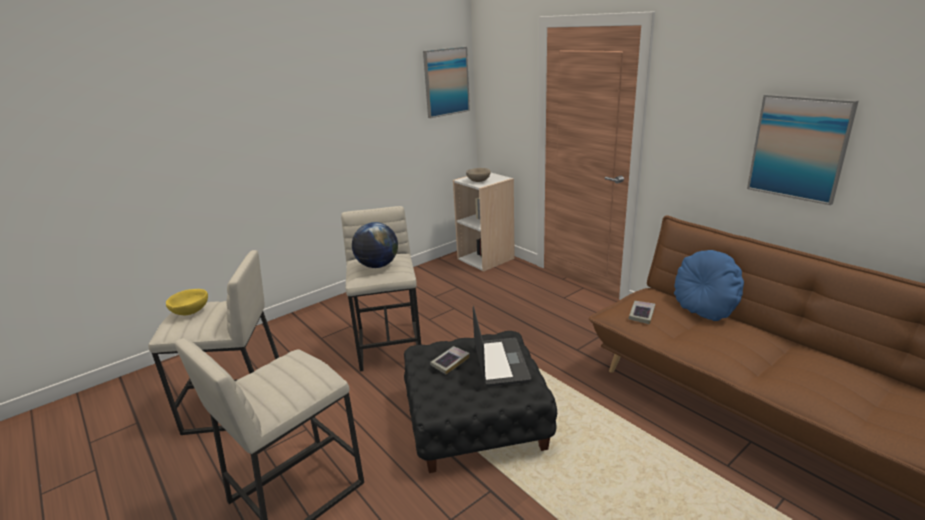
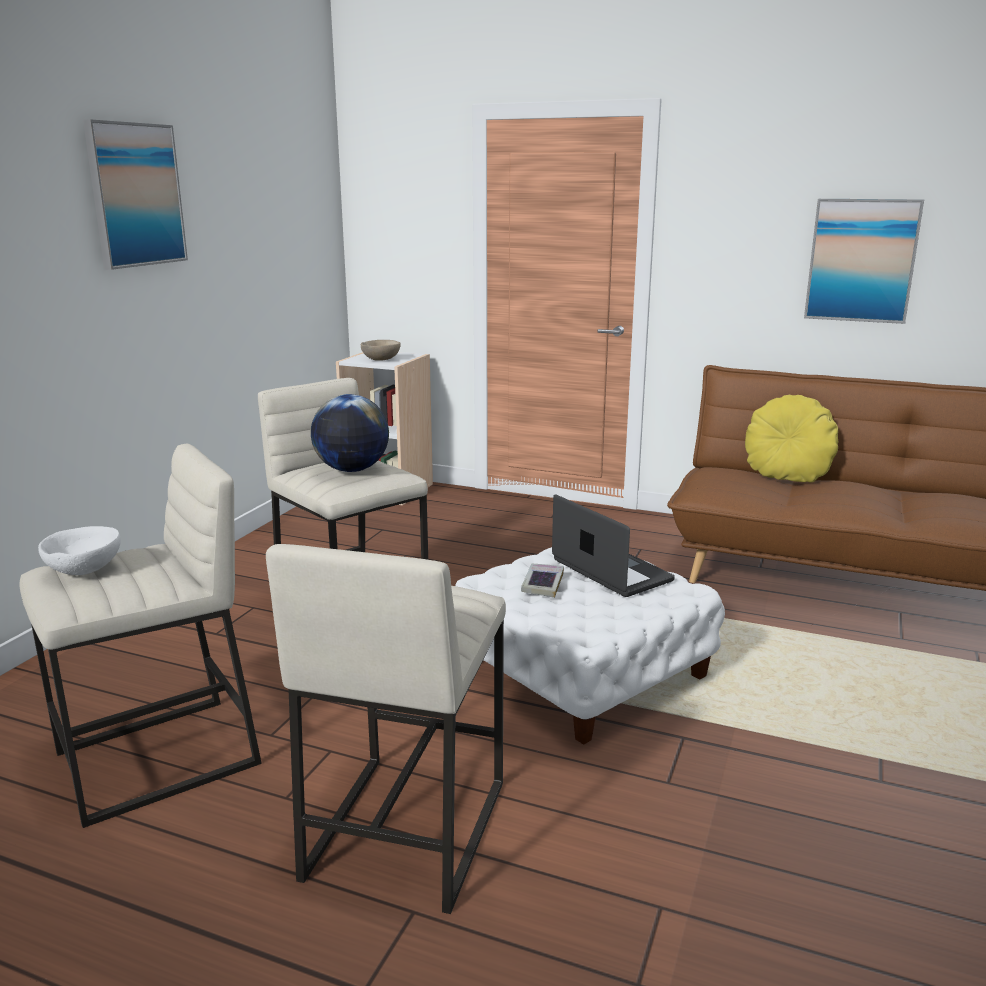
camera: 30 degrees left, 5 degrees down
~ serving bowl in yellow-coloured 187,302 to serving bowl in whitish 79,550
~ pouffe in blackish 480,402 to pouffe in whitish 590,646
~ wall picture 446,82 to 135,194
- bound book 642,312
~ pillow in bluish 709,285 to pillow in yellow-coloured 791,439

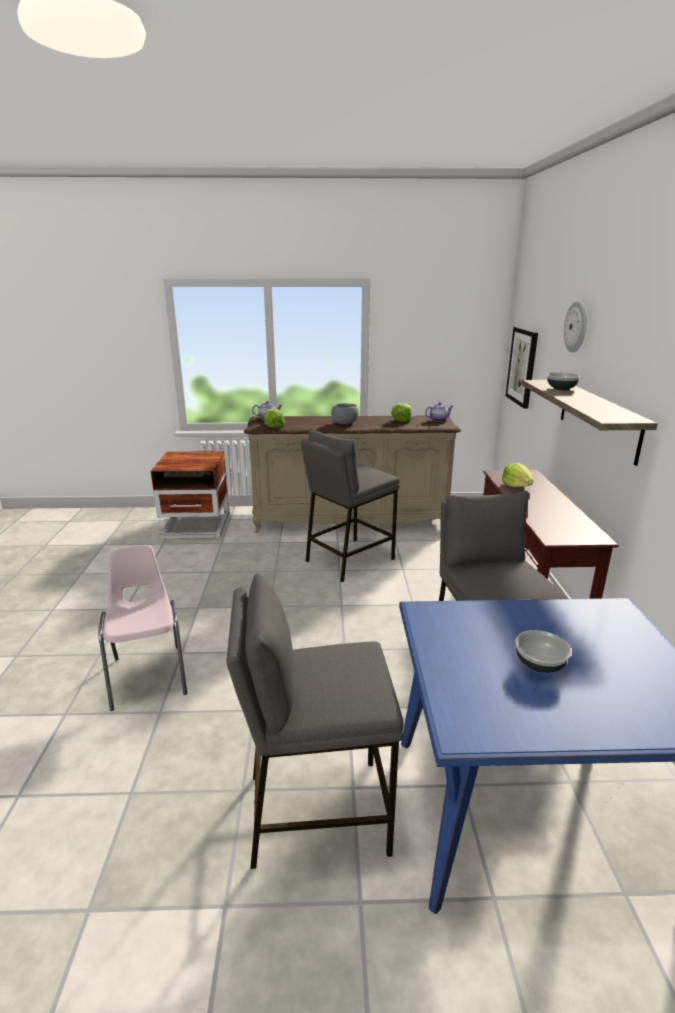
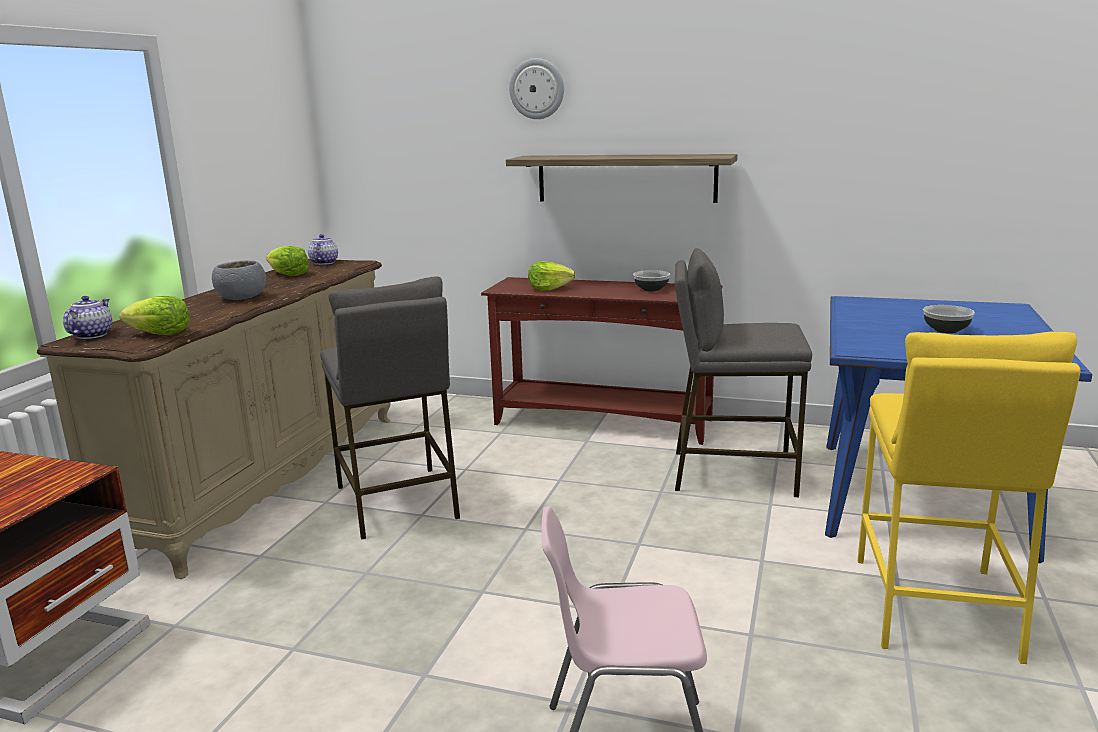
camera: 70 degrees left, 5 degrees down
~ sitting stool in greyish 315,721 to sitting stool in yellow-coloured 969,498
- wall picture 522,368
~ serving bowl 563,381 to 651,280

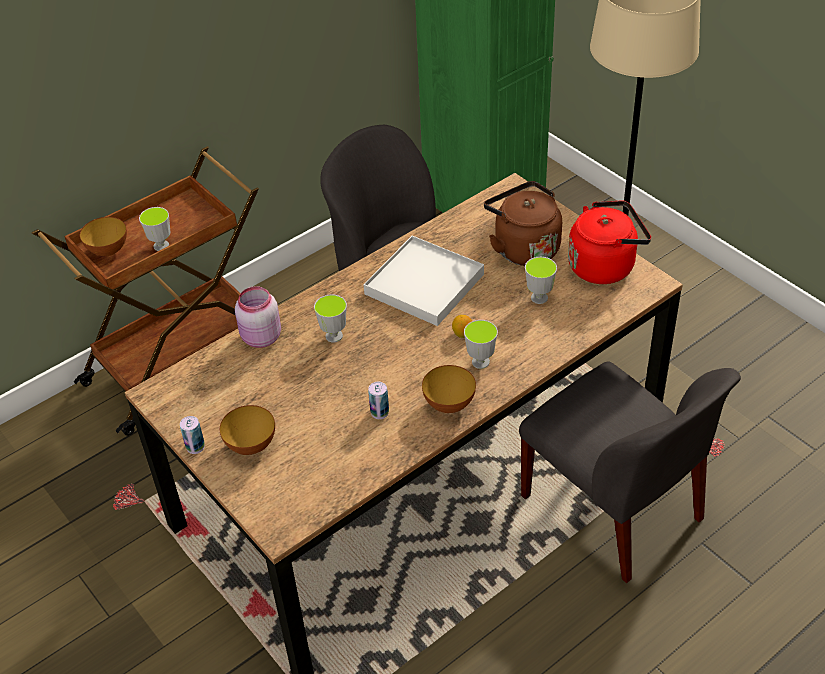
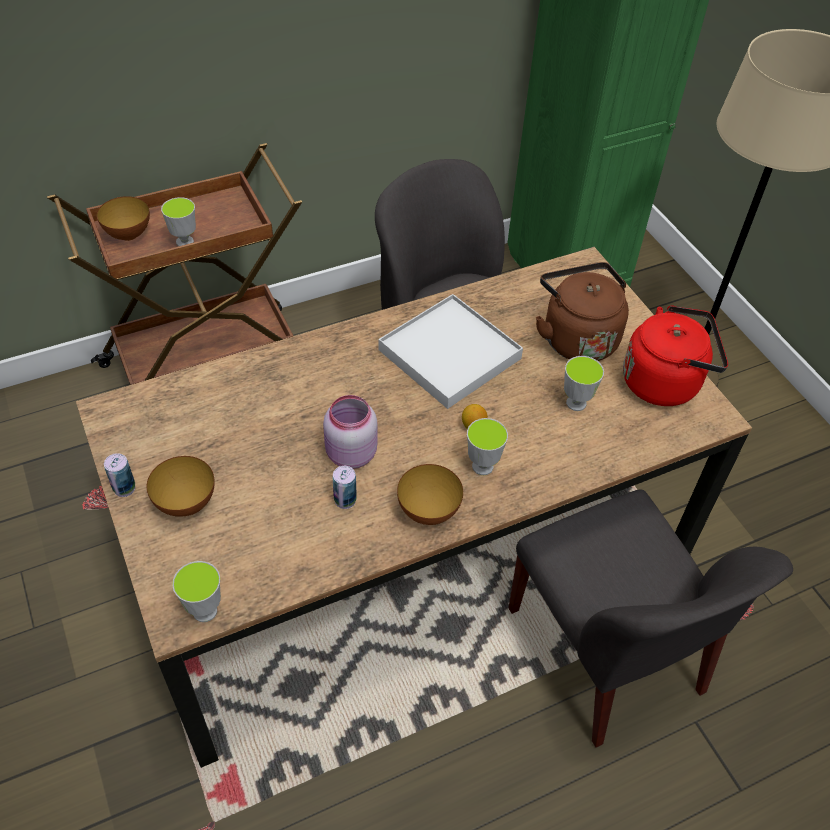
camera: 10 degrees right, 5 degrees up
~ jar in pinkish 258,317 to 350,432
~ cup 330,318 to 196,591

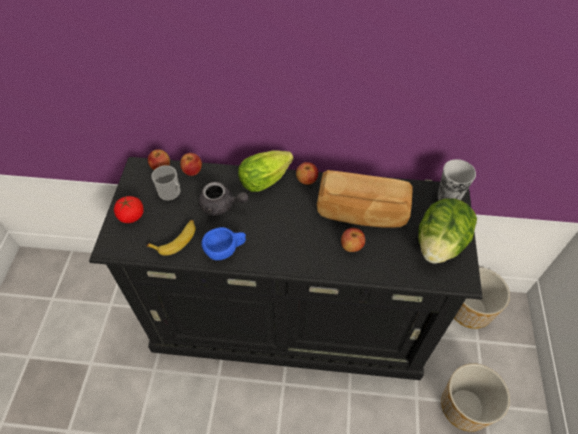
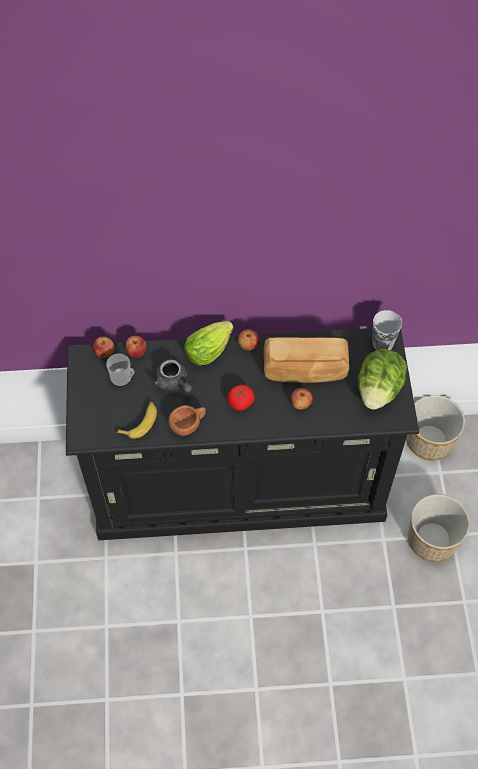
camera: 10 degrees left, 5 degrees up
~ whole tomato 129,209 to 241,398
~ tea pot in greyish 224,199 = 173,376 45 degrees clockwise
~ cup in bluish 223,243 to cup in brown-coloured 187,420

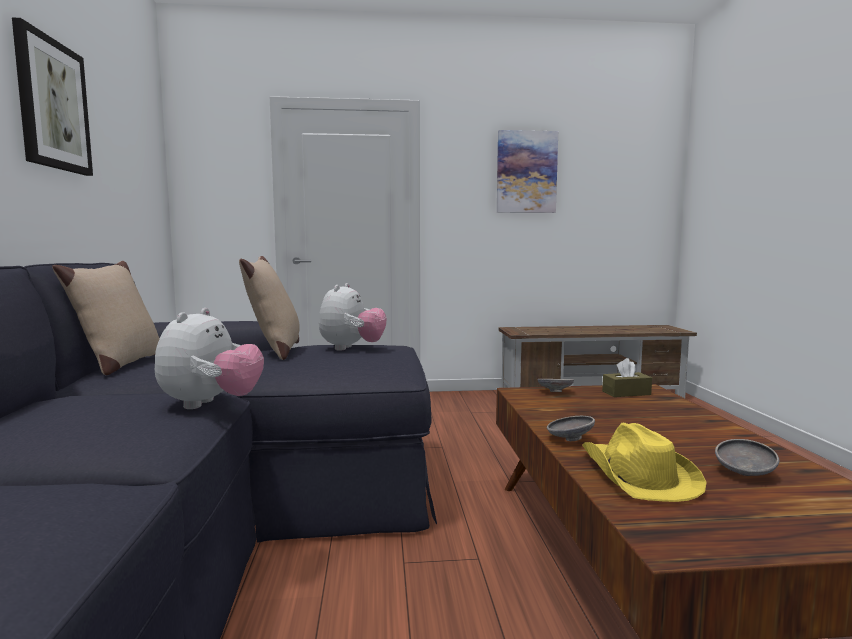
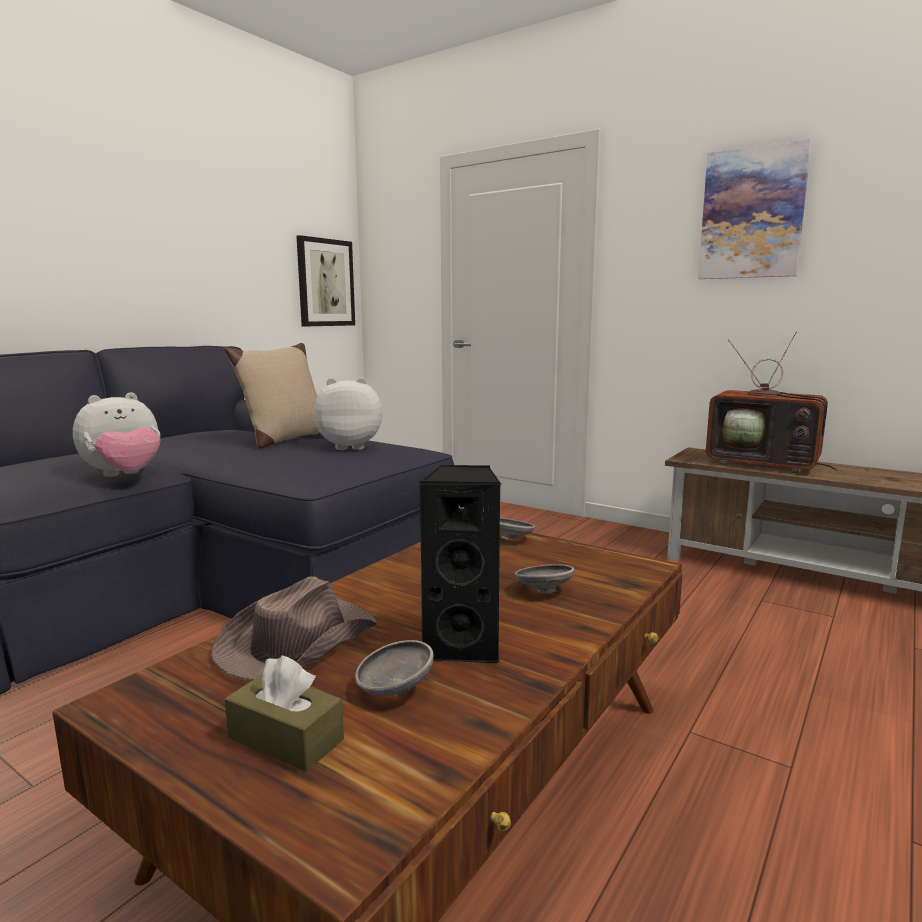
camera: 40 degrees right, 5 degrees up
~ wall picture 52,97 to 325,280
- pillow in beige 106,318
~ soft toy 353,317 = 348,413 150 degrees counterclockwise
~ serving bowl in greyish 571,428 to 544,578
~ clothing hat in yellow-coloured 644,462 to clothing hat in brown-coloured 294,628
~ tissue box in brown-coloured 627,377 to 284,714
+ speaker in blackish 460,564
+ TV set 774,402

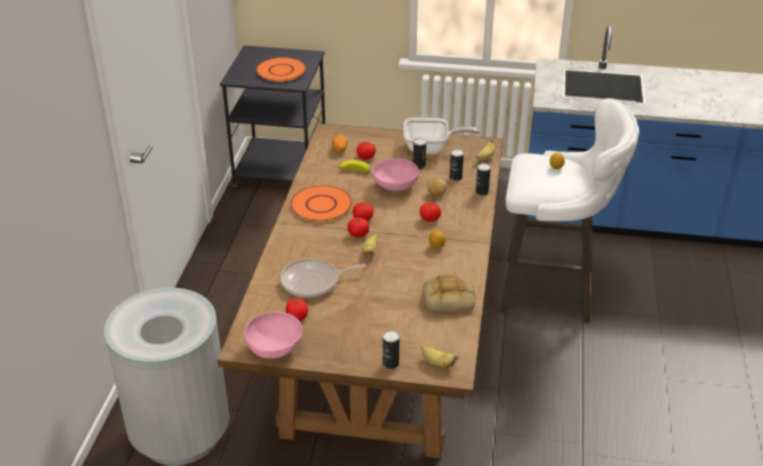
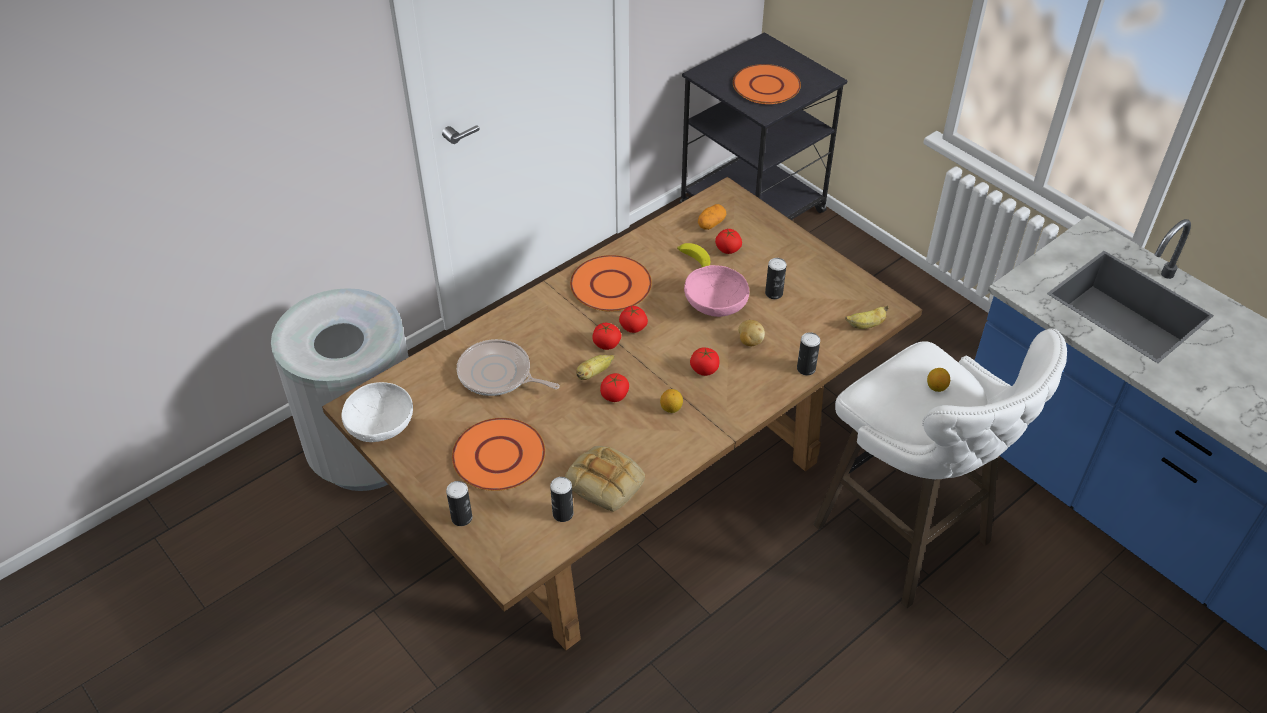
camera: 40 degrees right, 10 degrees up
~ serving bowl in pinkish 274,335 to serving bowl in whitish 377,412
~ whole tomato 297,309 to 614,387
- skillet 442,136
- banana 439,357
~ sealed can 457,165 to 562,499
+ plate in orange 498,454

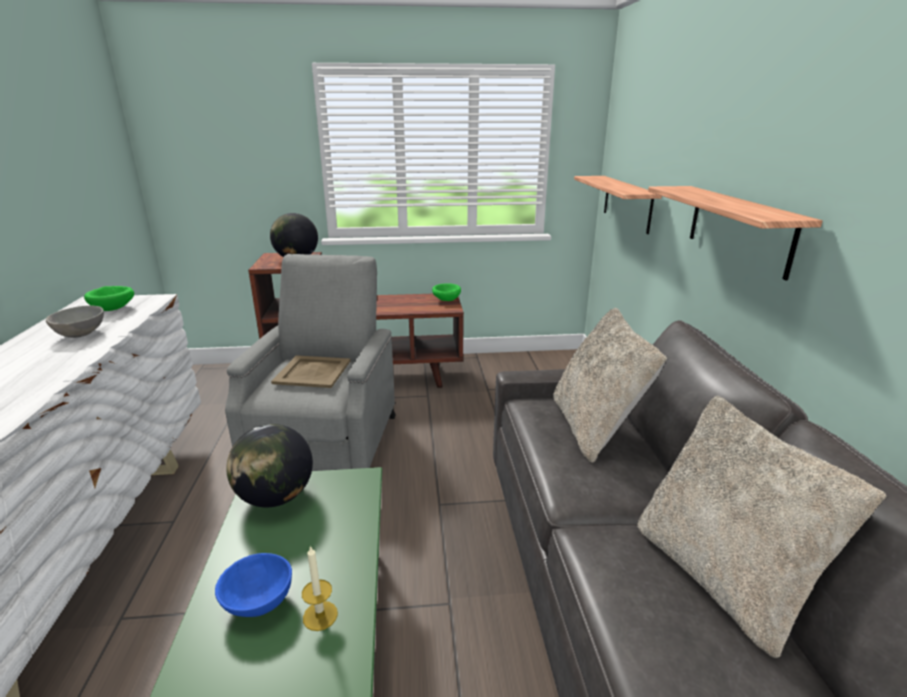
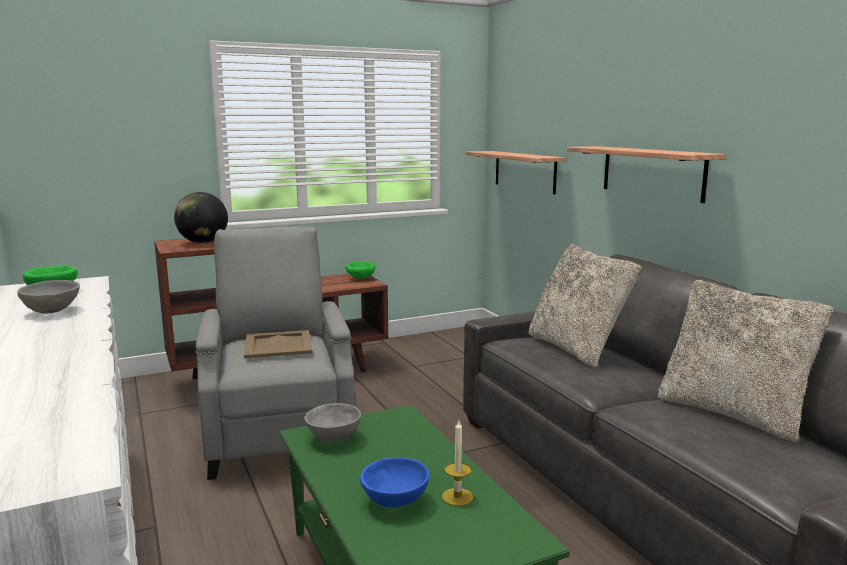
camera: 20 degrees left, 10 degrees down
~ world globe 269,465 to serving bowl in greyish 332,422

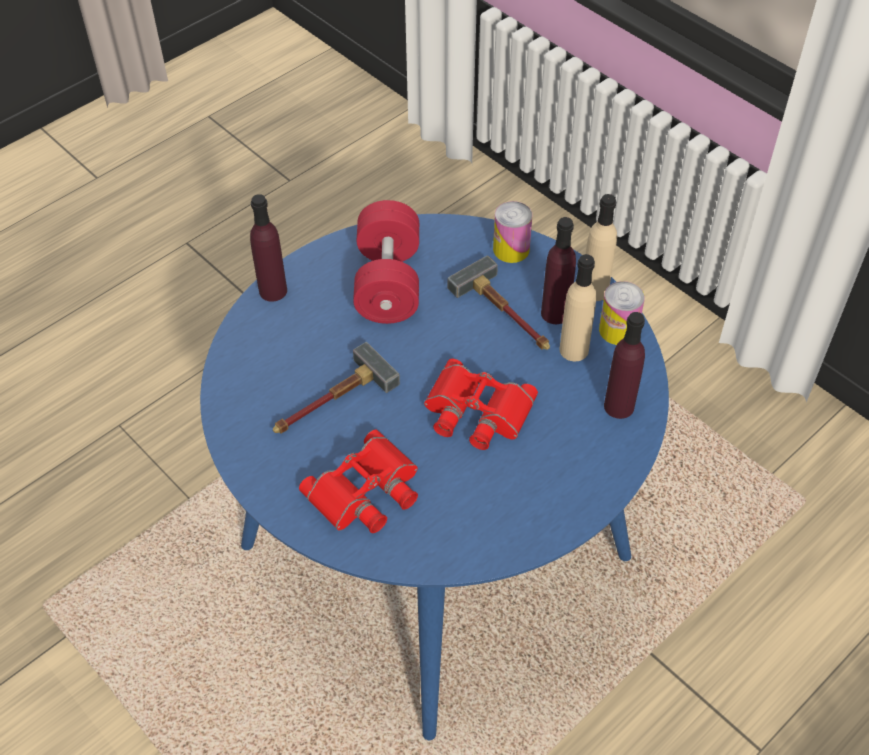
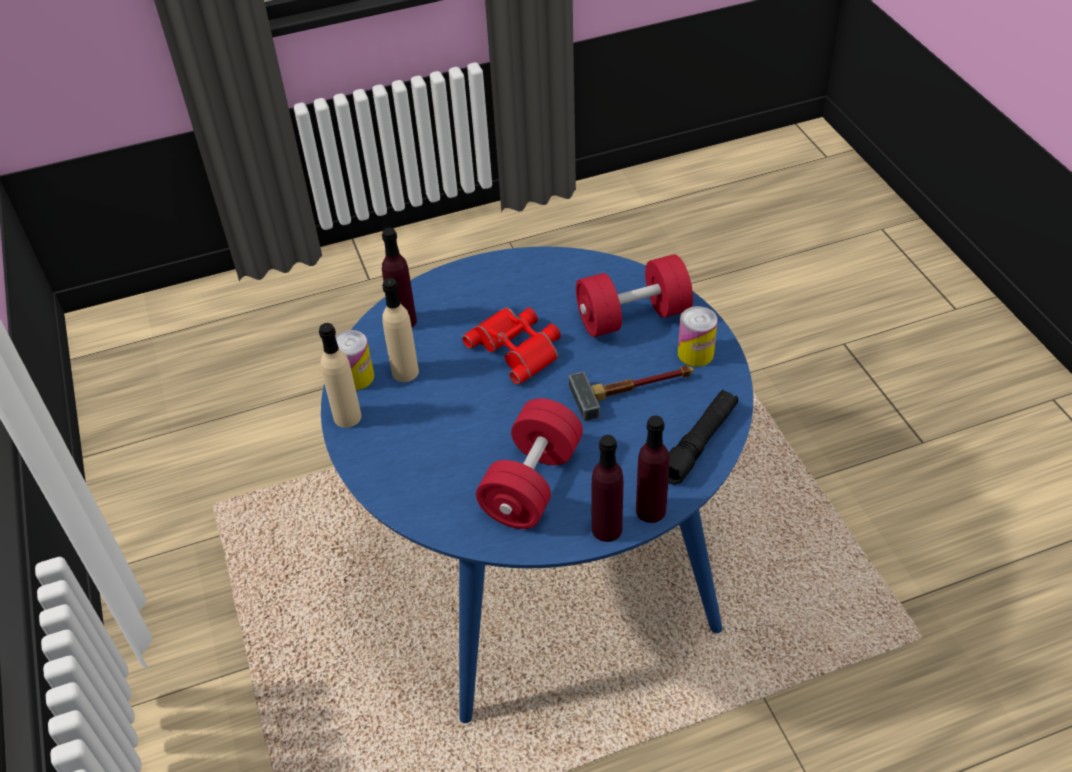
camera: 155 degrees left, 5 degrees down
~ pair of binoculars in red 358,481 to hand weight in red 634,295
- hand hammer 498,302
~ sealed can 513,232 to 698,336
~ beverage bottle in purplish 558,270 to 607,488
+ hand torch in blackish 703,437

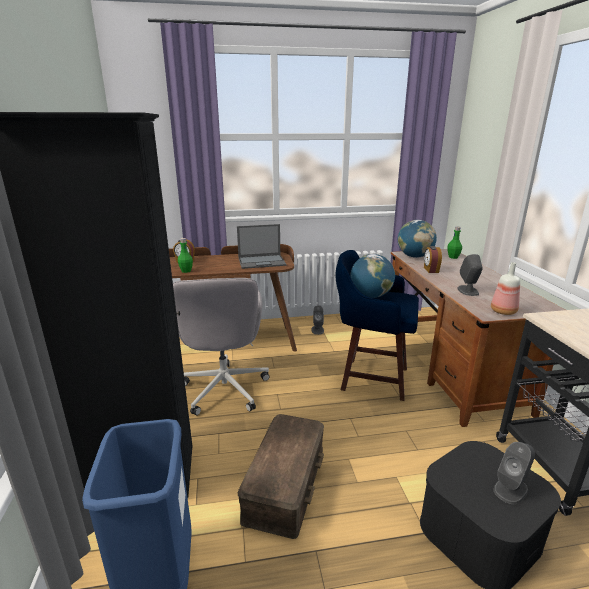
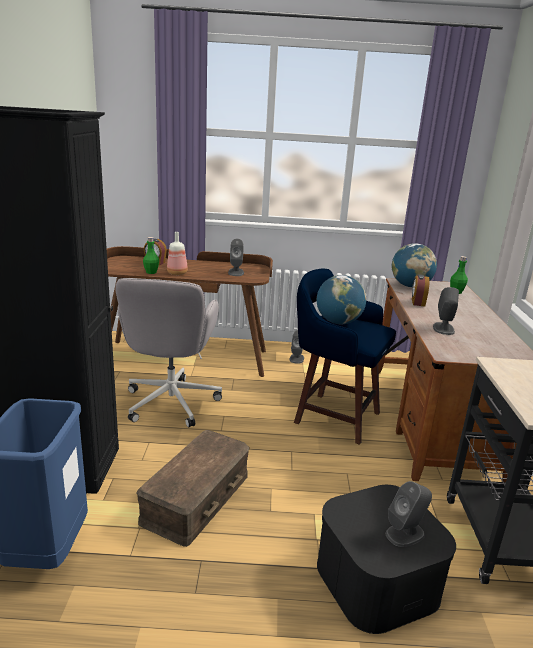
camera: 10 degrees right, 0 degrees up
~ portable computer 261,246 to speaker in greyish 236,257
~ beverage bottle 505,288 to 177,253

